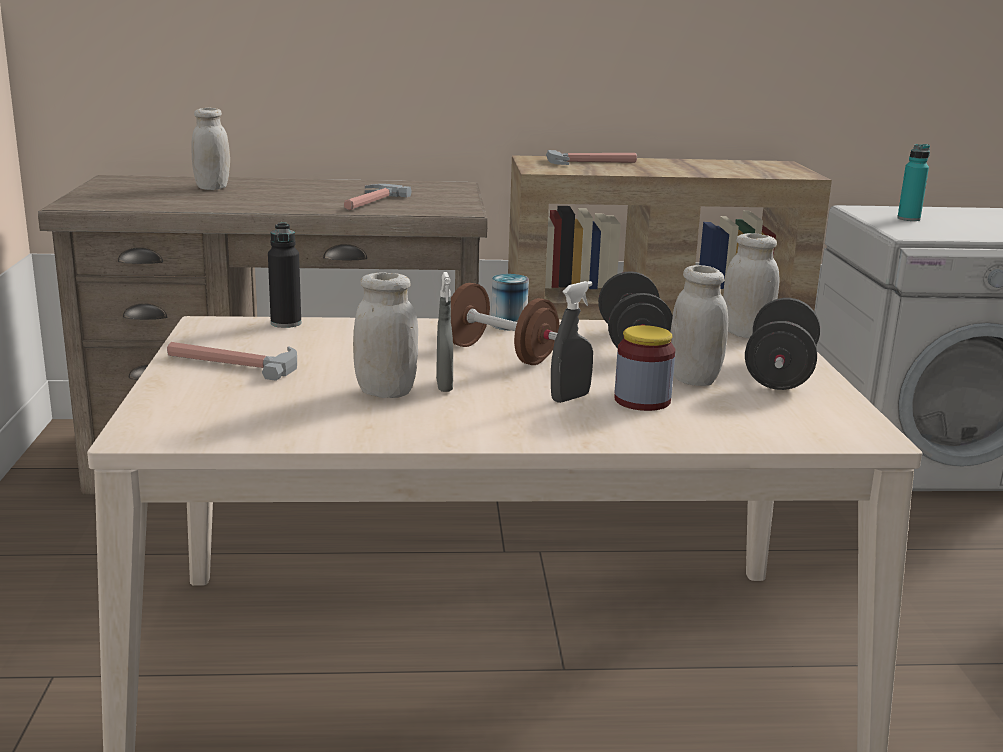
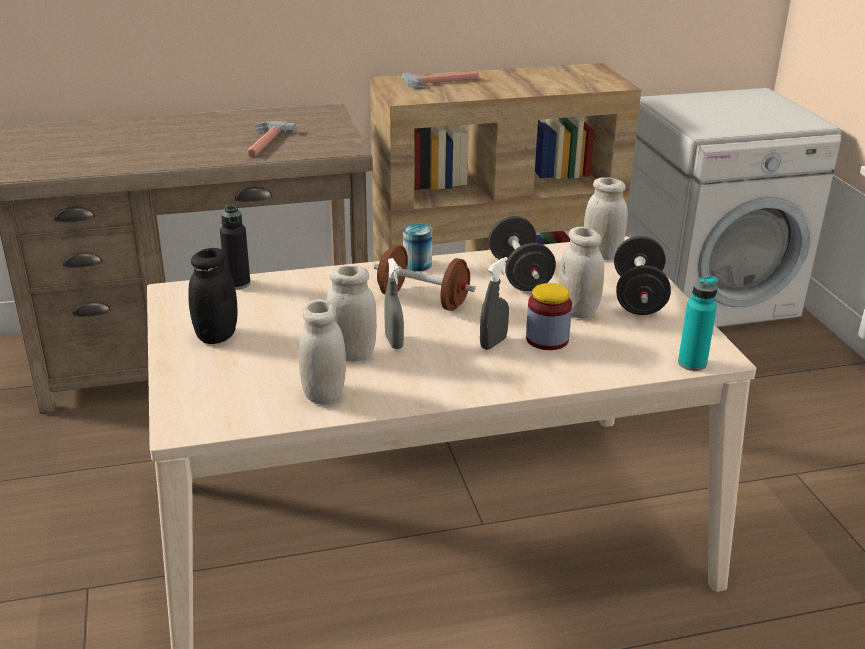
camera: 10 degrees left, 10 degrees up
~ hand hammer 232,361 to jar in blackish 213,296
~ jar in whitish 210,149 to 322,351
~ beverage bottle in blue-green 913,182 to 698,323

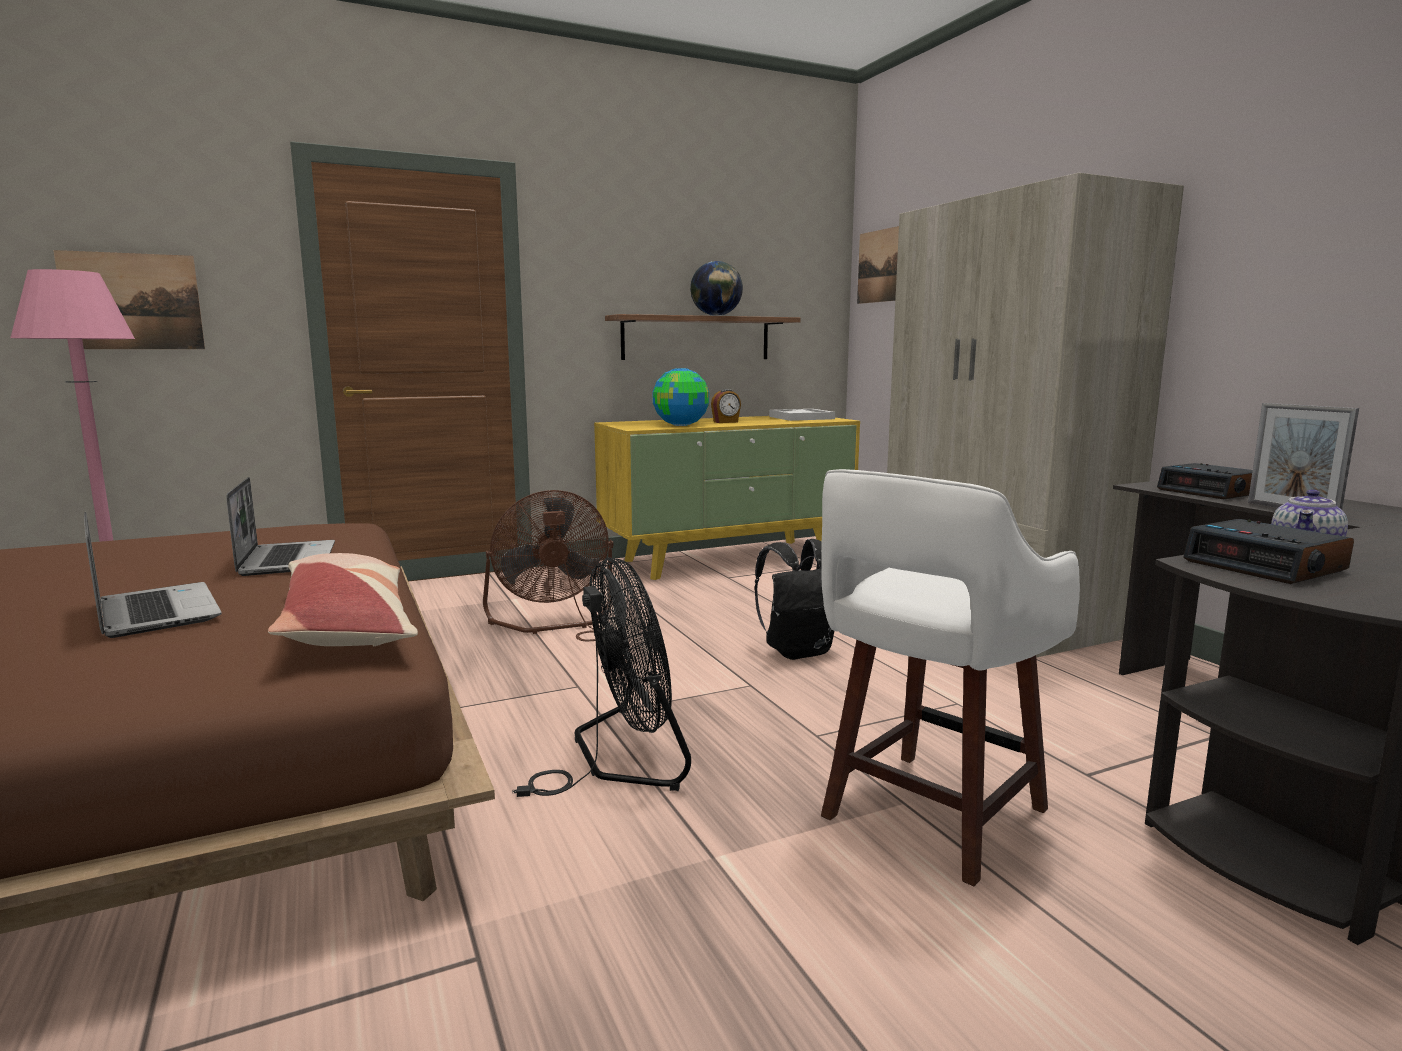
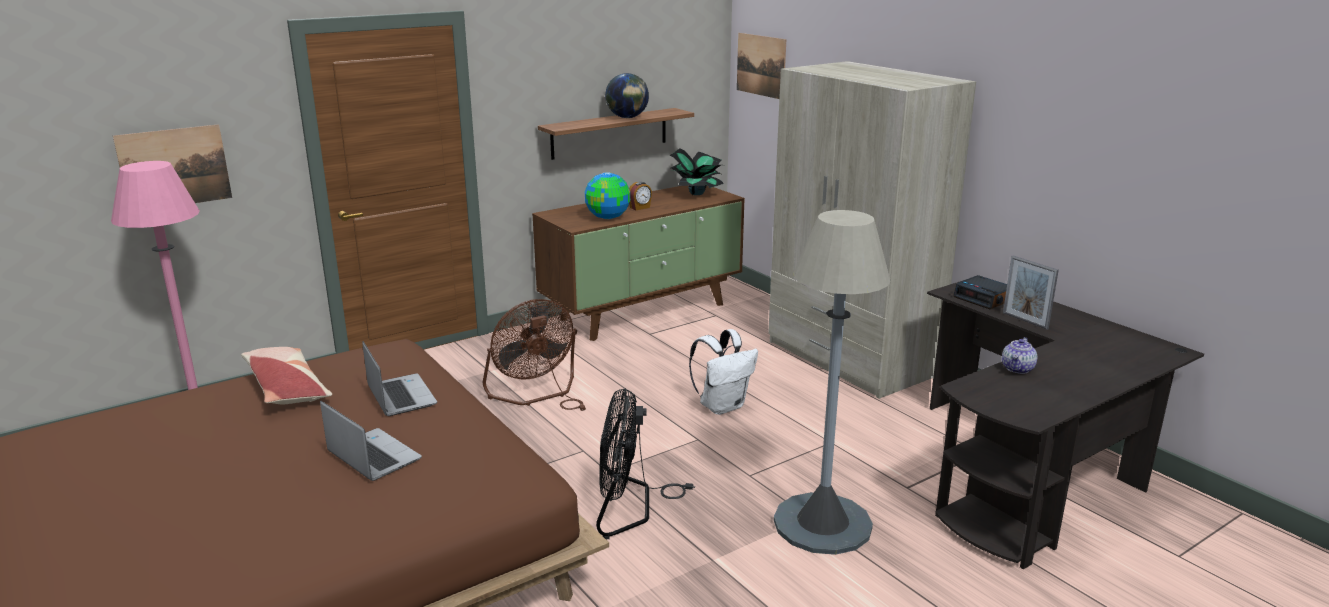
camera: 10 degrees left, 10 degrees up
~ pillow 343,600 to 286,375
~ electric fan in blackish 601,677 = 645,464 150 degrees counterclockwise
~ drawer chest in yellow-coloured 727,498 to drawer chest in brown-coloured 638,263
~ backpack in blackish 794,599 to backpack in whitish 723,372
~ tray in whitish 802,415 to plant in a pot 696,172
~ sitting stool in whitish 950,677 to floor lamp in greyish 832,382
- alarm clock 1268,551

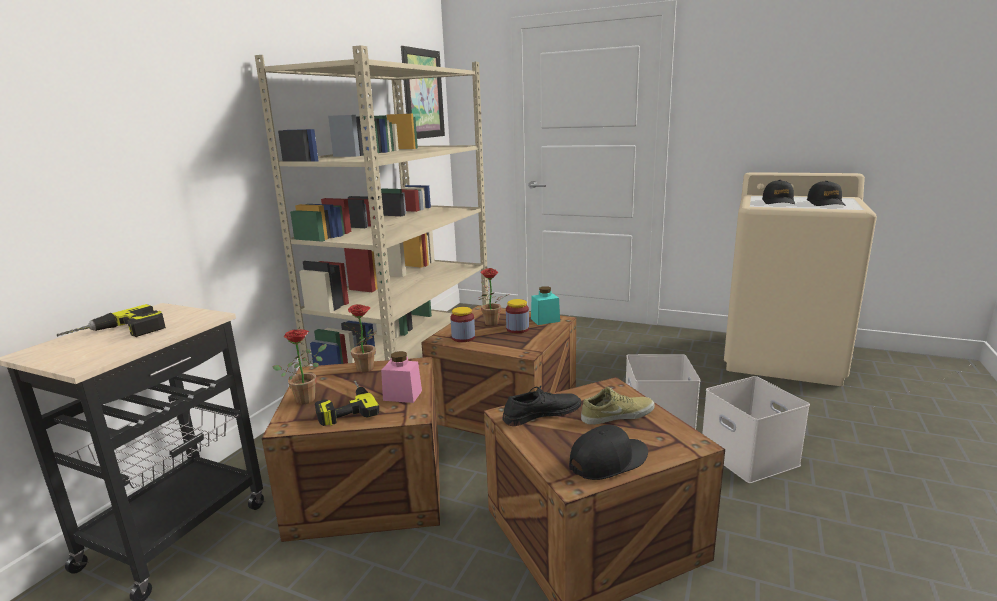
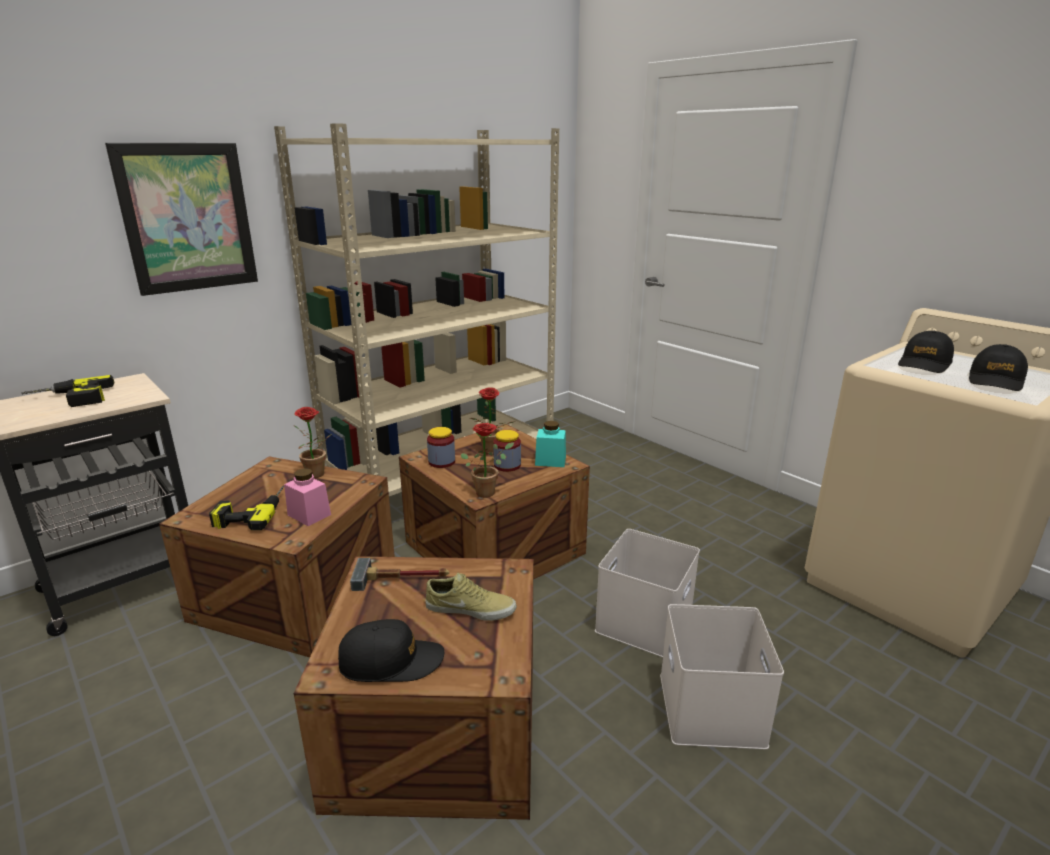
camera: 25 degrees right, 5 degrees up
~ plant in a pot 299,366 to 487,460
~ wall picture 423,92 to 181,219
~ item of footwear in blackish 541,405 to hand hammer 399,574

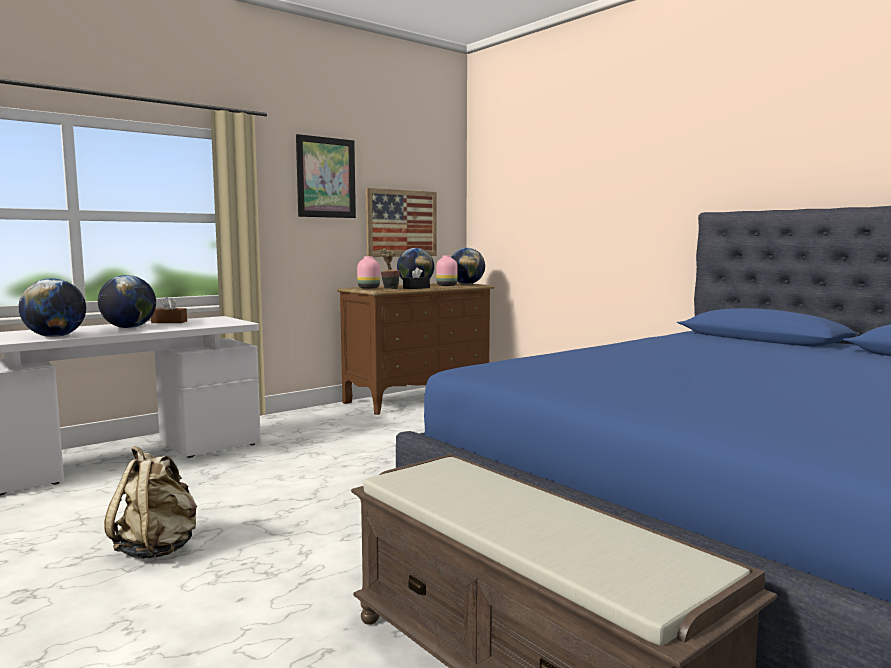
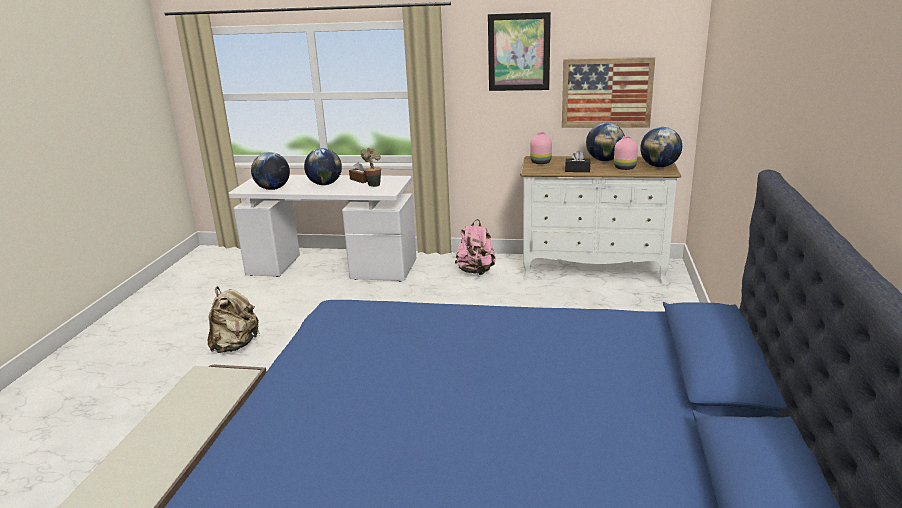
camera: 50 degrees right, 15 degrees up
~ drawer chest in brown-coloured 416,349 to drawer chest in whitish 600,220
~ plant in a pot 390,268 to 370,167
+ backpack in pinkish 475,247

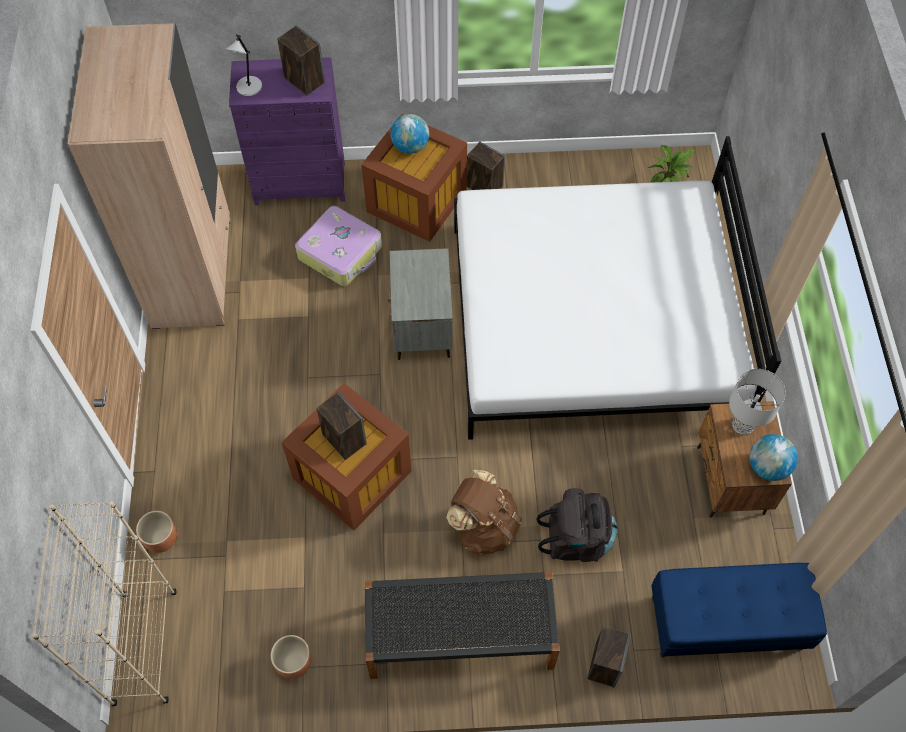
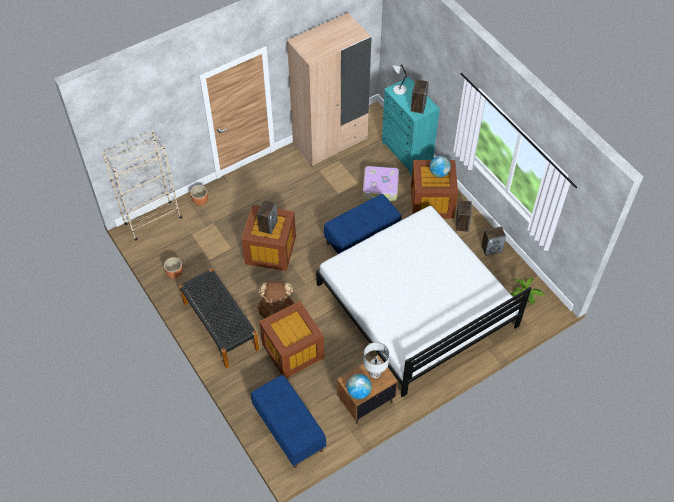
camera: 60 degrees right, 5 degrees down
~ drawer chest in purplish 287,131 to drawer chest in blue-green 411,126
~ nightstand in greyish 420,304 to bench in bluish 362,224
~ backpack in blackish 577,525 to storage container in brown-coloured 291,339
~ speaker 609,657 to 493,241

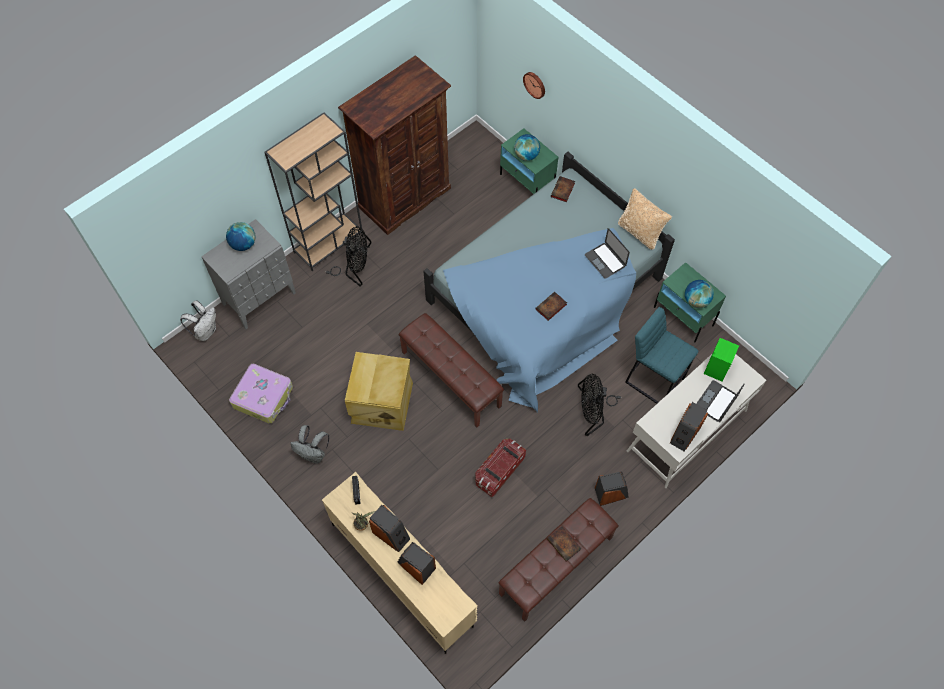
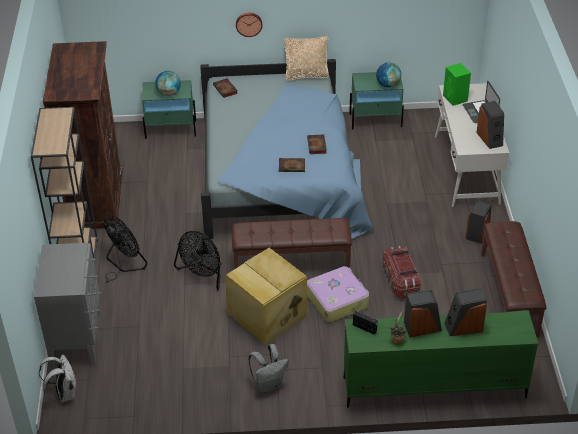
camera: 50 degrees left, 20 degrees down
- world globe 241,236
~ suitcase 261,394 to 338,294
~ drawer chest in beige 400,563 to drawer chest in green 441,359
~ wall clock 534,85 to 249,25
~ bound book 564,544 to 292,165
~ electric fan in blackish 599,405 to 198,261
- portable computer 607,253
- sitting stool in blue-green 661,355

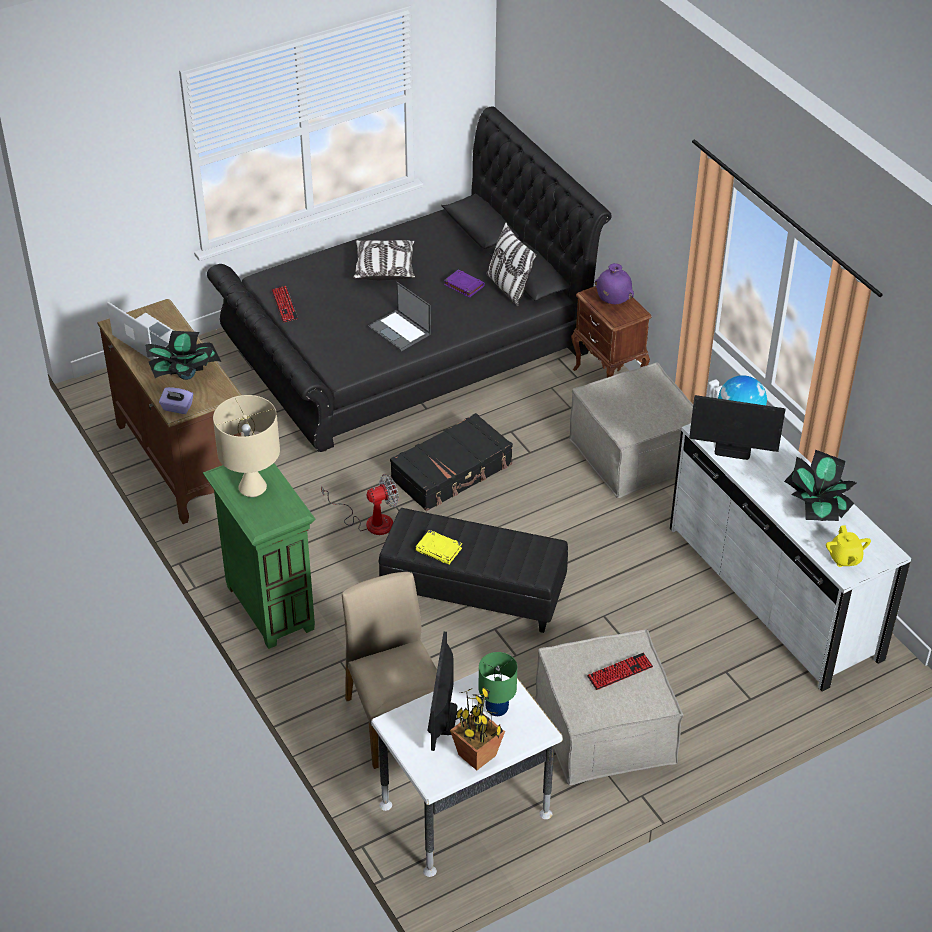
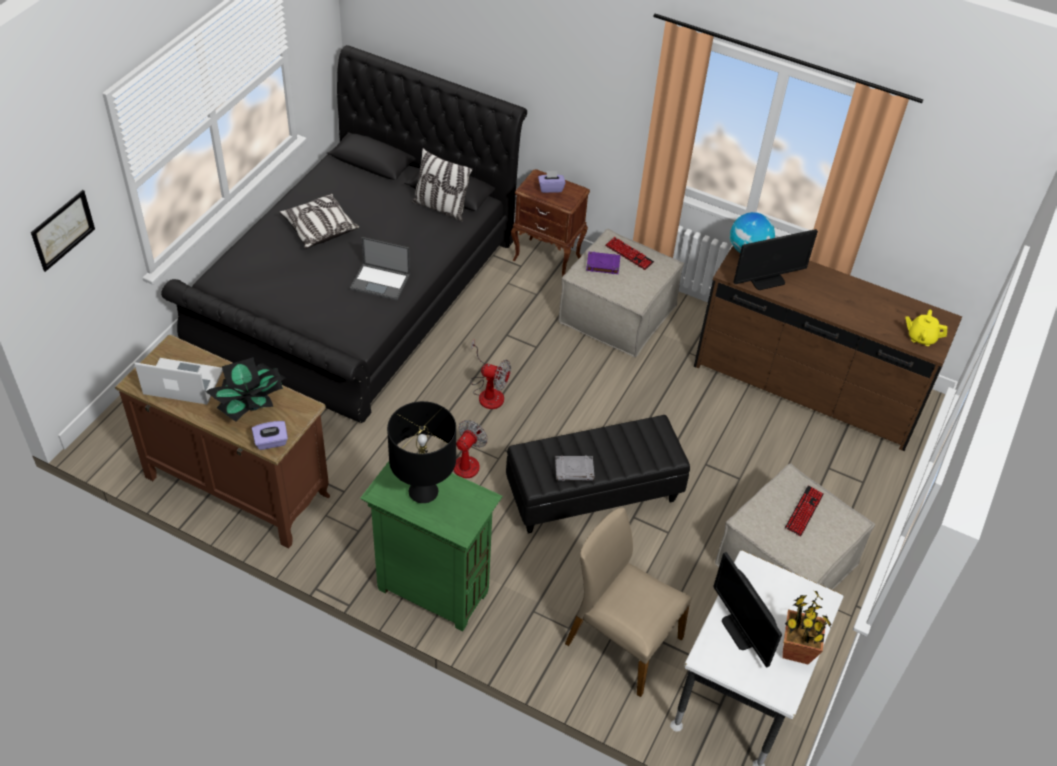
camera: 35 degrees left, 5 degrees up
~ table lamp in beige 246,446 to table lamp in blackish 421,452
~ keyboard 285,304 to 629,253
~ suitcase in blackish 451,462 to electric fan 490,374
~ bound book in yellow-coloured 438,547 to bound book in greyish 575,468
~ bound book in purplish 464,283 to 603,263
- table lamp in green 497,684
~ vase in purplish 614,283 to tissue box in purplish 552,182
~ drawer chest in whitish 790,557 to drawer chest in brown-coloured 828,348
- plant in a pot 820,485
~ tea pot in yellow-coloured 848,546 = 926,328 150 degrees clockwise
+ wall picture 63,231

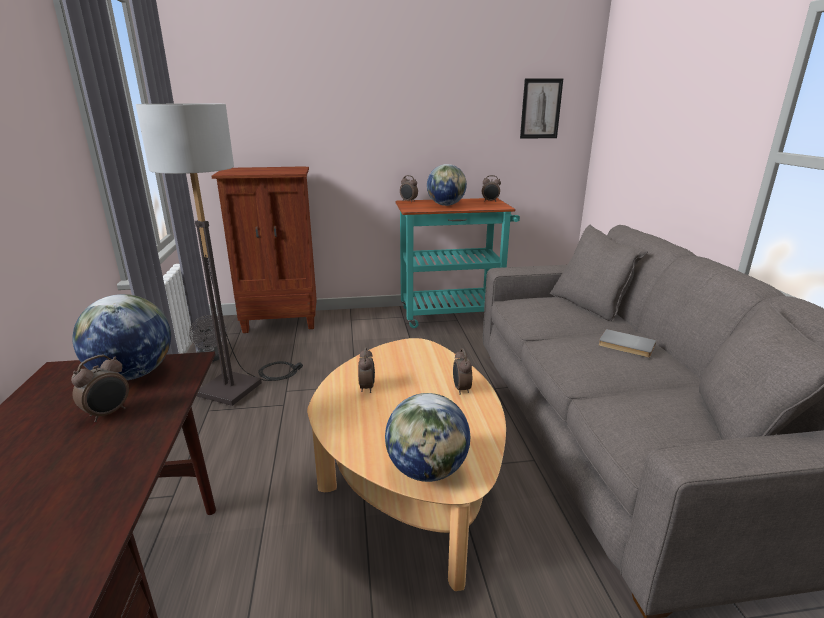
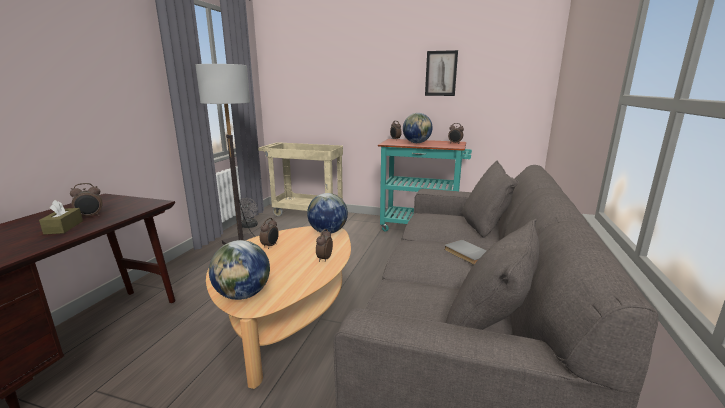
camera: 25 degrees right, 5 degrees down
~ world globe 121,337 to 327,213
~ cupboard in brown-coloured 264,249 to trolley in beige 300,179
~ wall picture 541,108 to 441,73
+ tissue box in brown-coloured 61,217

